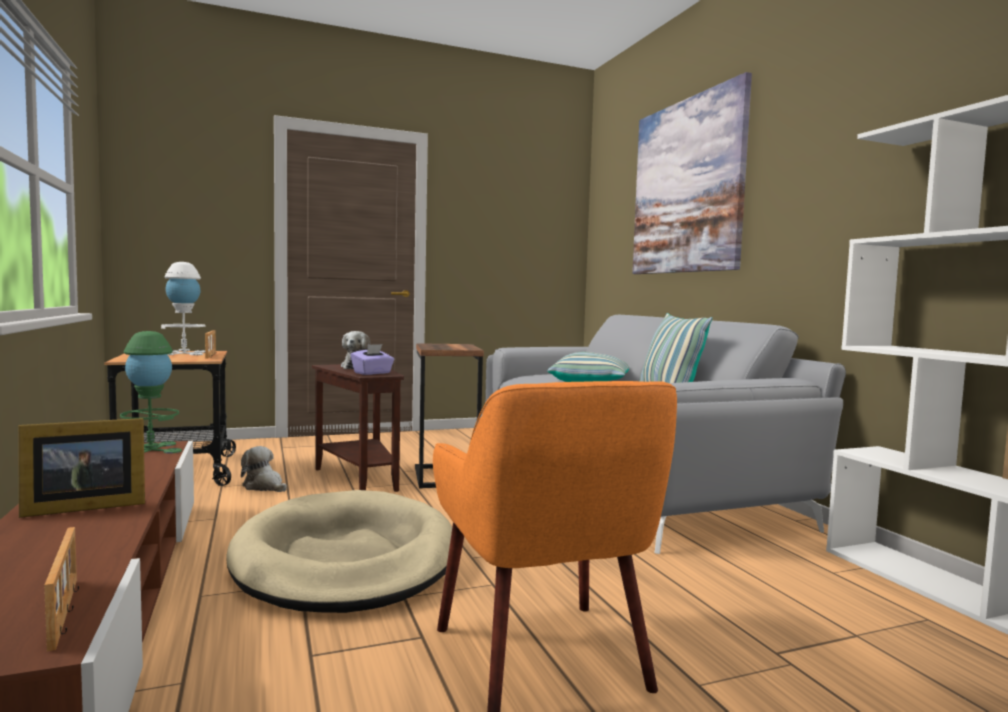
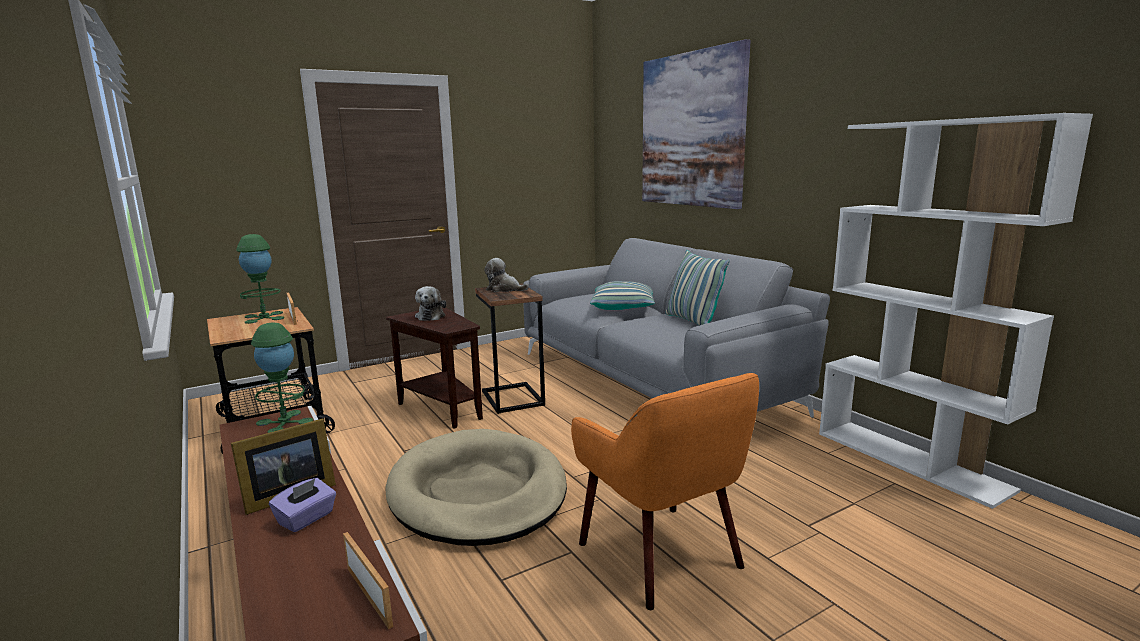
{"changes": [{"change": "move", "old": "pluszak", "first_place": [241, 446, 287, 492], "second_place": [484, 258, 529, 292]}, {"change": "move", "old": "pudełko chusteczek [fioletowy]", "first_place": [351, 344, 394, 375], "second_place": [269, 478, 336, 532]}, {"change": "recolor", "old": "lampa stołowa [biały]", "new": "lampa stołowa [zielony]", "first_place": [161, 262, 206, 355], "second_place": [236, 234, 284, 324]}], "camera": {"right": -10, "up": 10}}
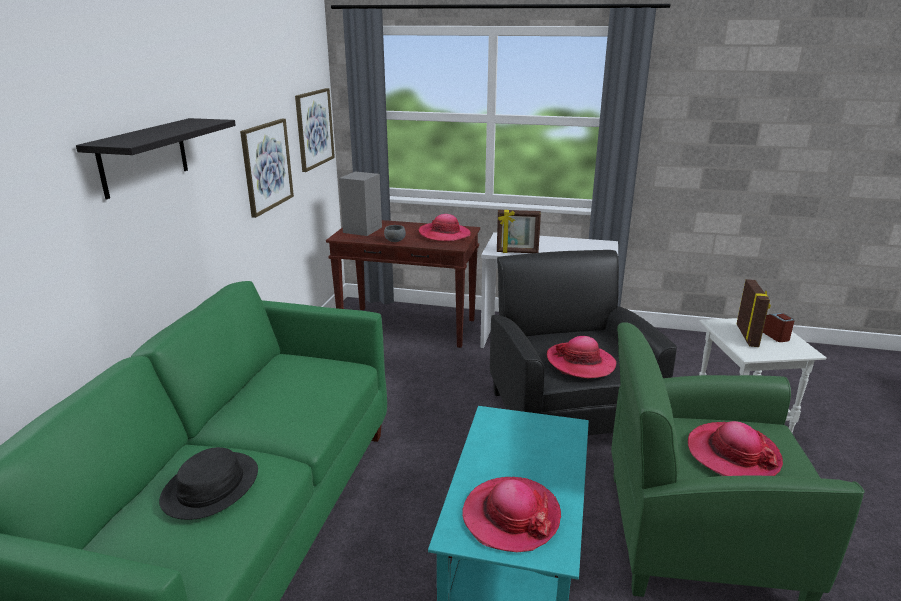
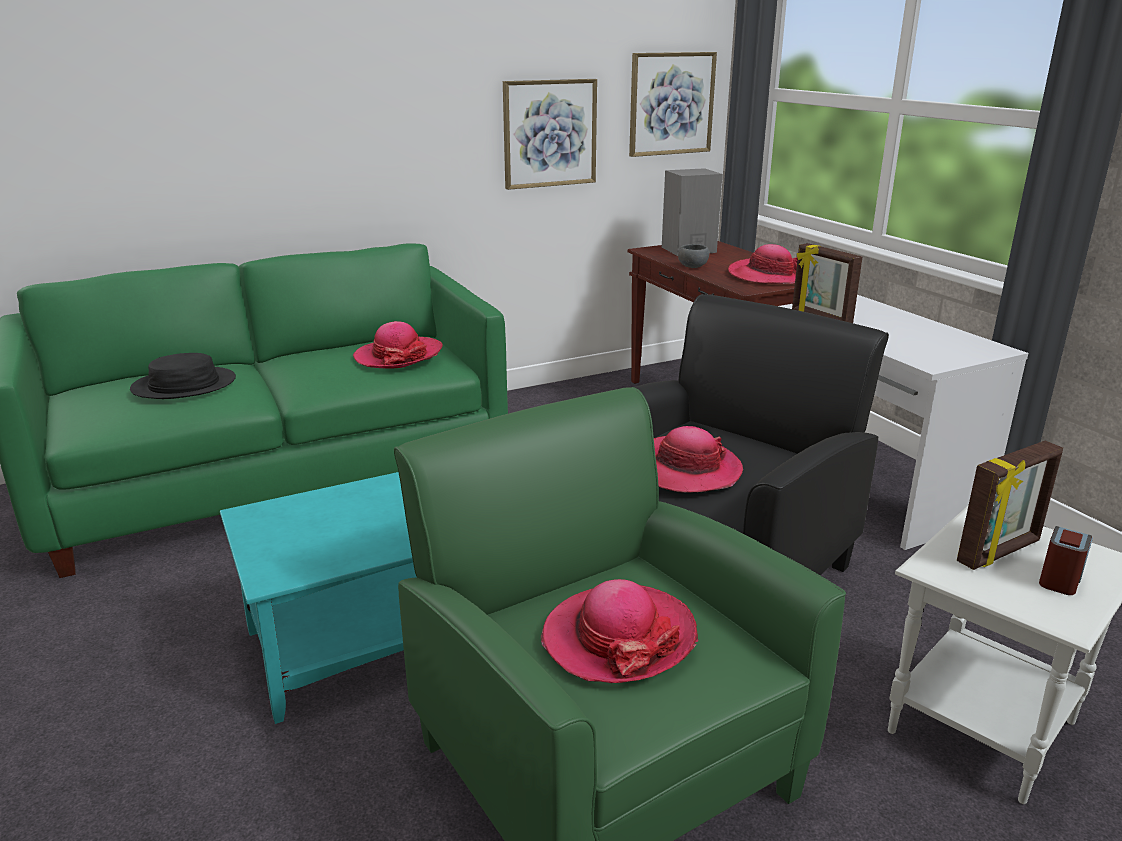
{"changes": [{"change": "delete", "old": "półka [czarny]", "first_place": [76, 118, 236, 199]}, {"change": "move", "old": "kapelusz", "first_place": [462, 477, 561, 552], "second_place": [353, 321, 443, 369]}], "camera": {"right": 50, "up": 0}}
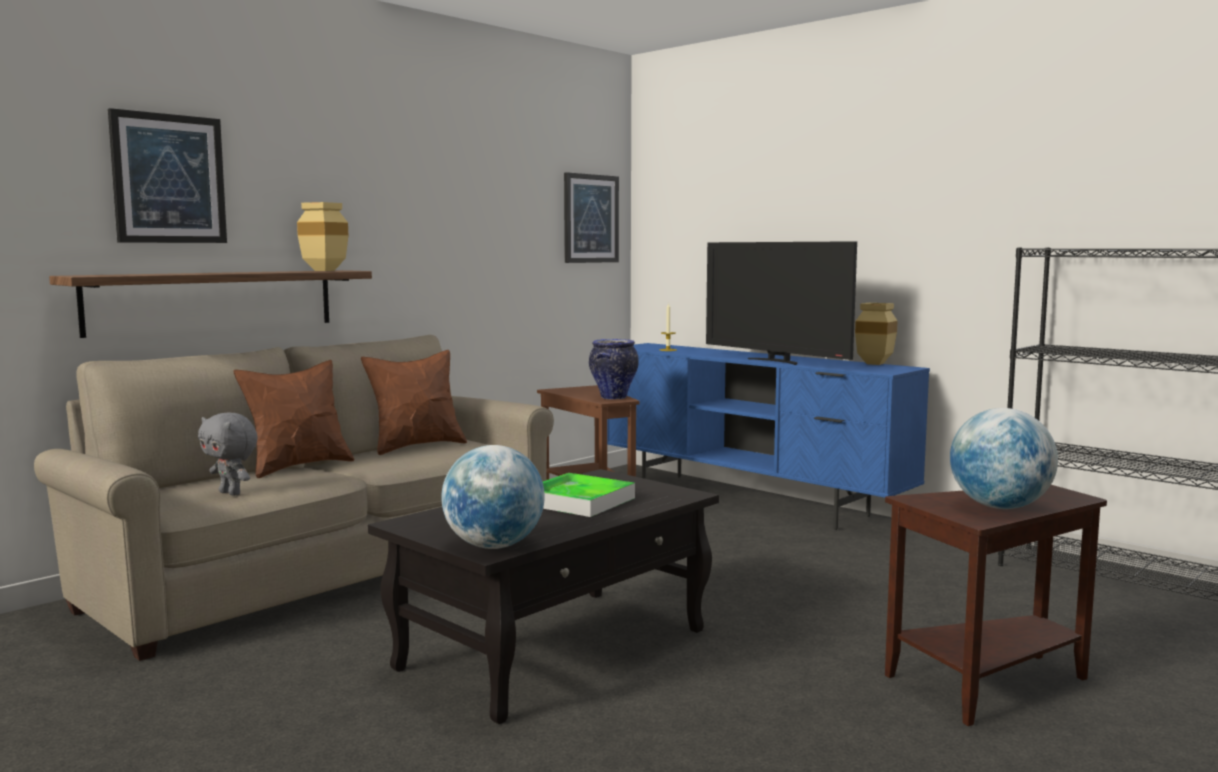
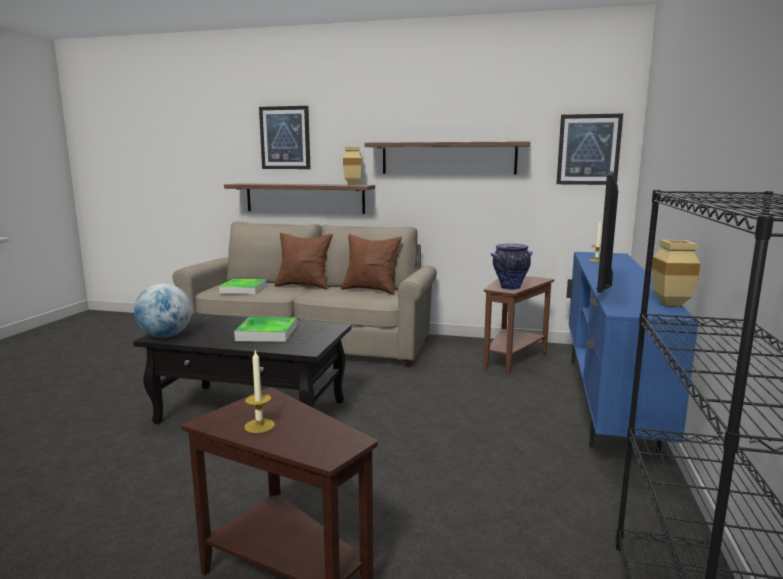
{"changes": [{"change": "insert", "new": "półka", "second_place": [364, 141, 530, 174]}, {"change": "replace", "old": "pluszak [szary]", "new": "taca", "first_place": [198, 412, 258, 496], "second_place": [219, 279, 267, 294]}, {"change": "replace", "old": "globus", "new": "świeca", "first_place": [950, 408, 1058, 509], "second_place": [244, 349, 275, 433]}], "camera": {"right": 60, "up": 5}}
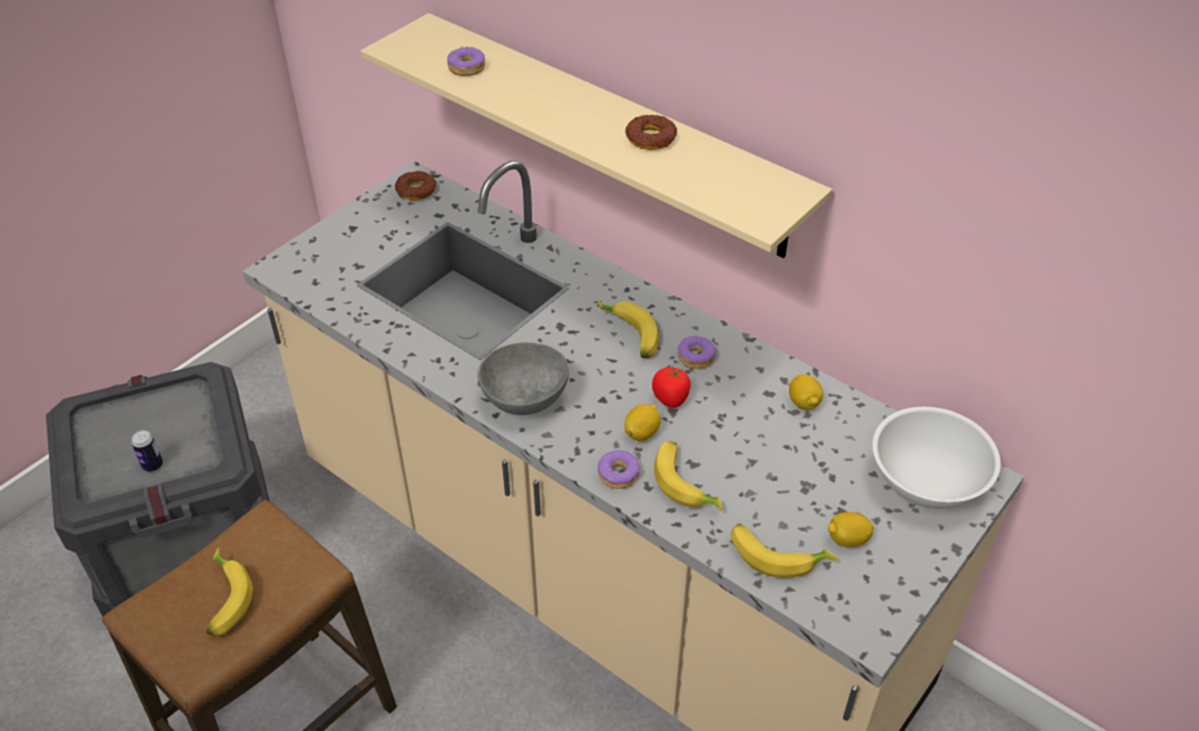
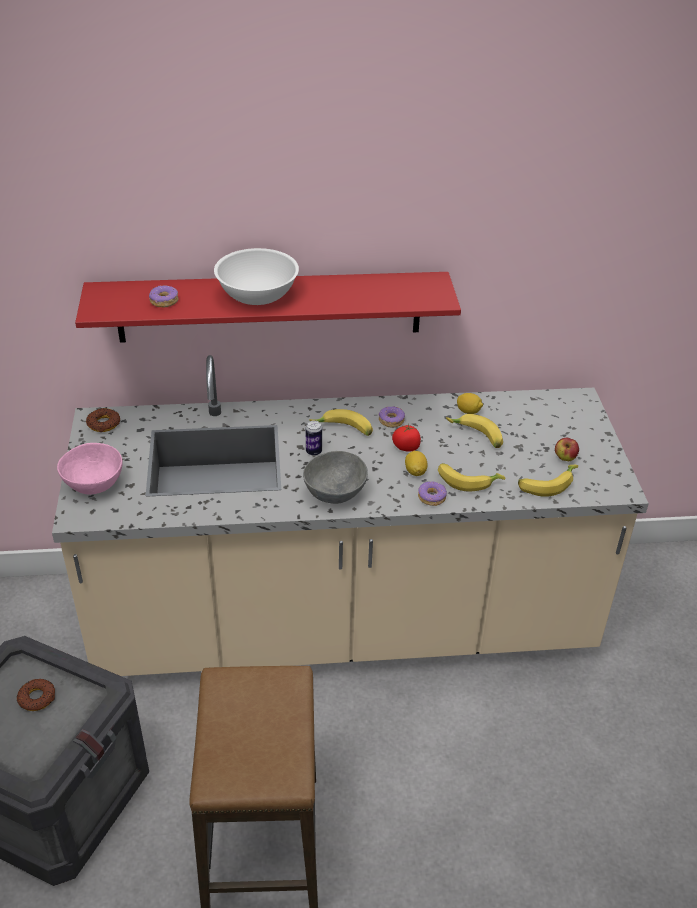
{"changes": [{"change": "insert", "new": "miska [różowy]", "second_place": [57, 443, 123, 495]}, {"change": "move", "old": "puszka", "first_place": [131, 430, 163, 472], "second_place": [306, 420, 322, 456]}, {"change": "move", "old": "banan", "first_place": [206, 548, 253, 636], "second_place": [446, 414, 503, 448]}, {"change": "move", "old": "donut", "first_place": [625, 115, 677, 150], "second_place": [17, 679, 55, 711]}, {"change": "move", "old": "miska [biały]", "first_place": [873, 407, 1001, 509], "second_place": [214, 248, 299, 305]}, {"change": "replace", "old": "cytryna", "new": "jabłko", "first_place": [828, 512, 874, 547], "second_place": [555, 438, 579, 461]}, {"change": "recolor", "old": "półka [beżowy]", "new": "półka [czerwony]", "first_place": [361, 13, 832, 258], "second_place": [75, 272, 461, 343]}], "camera": {"right": -45, "up": -5}}
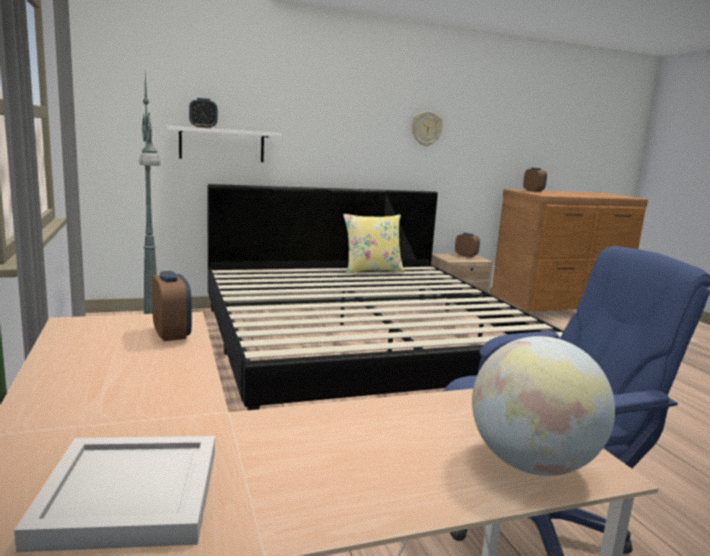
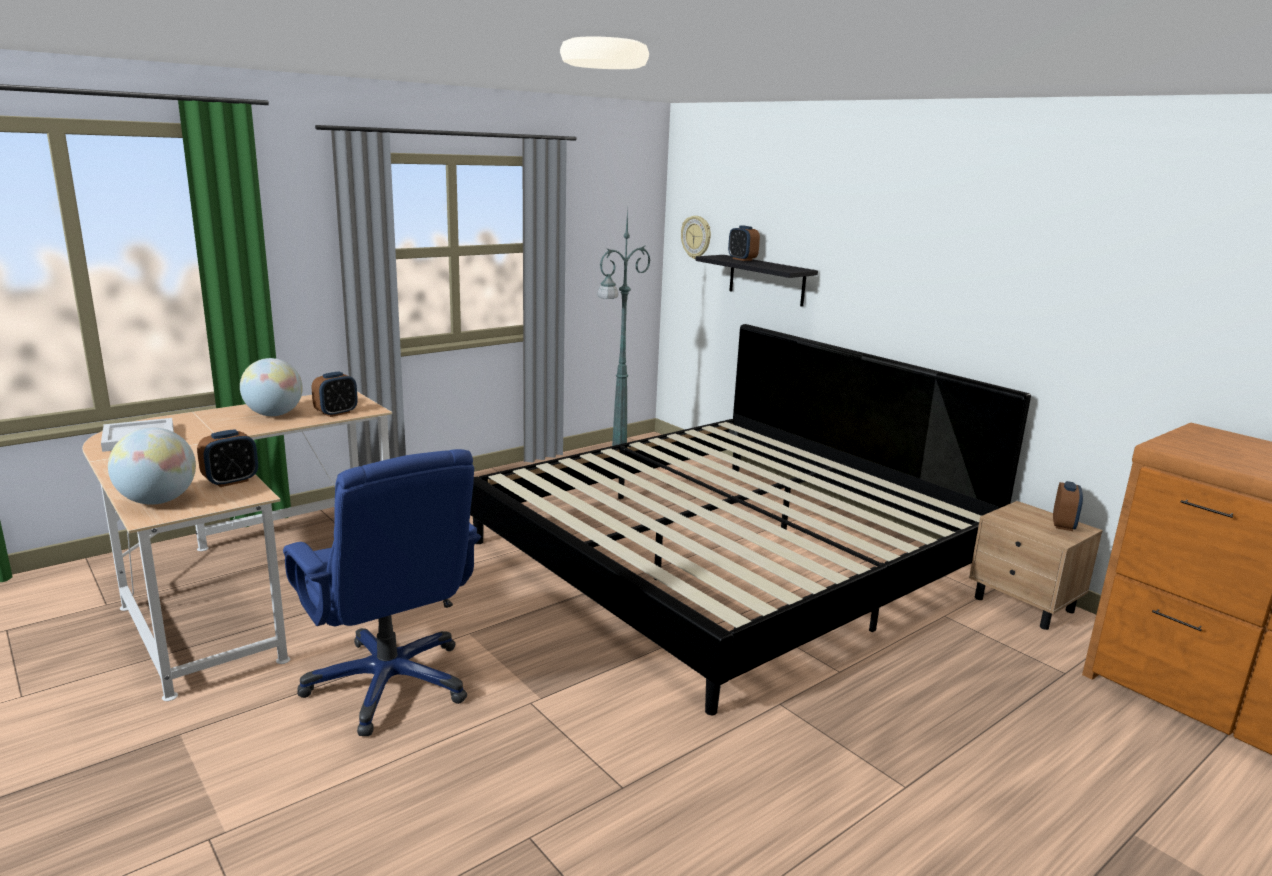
{"changes": [{"change": "delete", "old": "poduszka [żółty]", "first_place": [343, 214, 404, 273]}, {"change": "insert", "new": "globus", "second_place": [240, 358, 303, 416]}, {"change": "move", "old": "zegar ścienny", "first_place": [412, 111, 443, 146], "second_place": [681, 216, 711, 259]}, {"change": "move", "old": "budzik", "first_place": [523, 168, 547, 192], "second_place": [197, 429, 258, 487]}, {"change": "recolor", "old": "półka [biały]", "new": "półka [czarny]", "first_place": [166, 126, 282, 162], "second_place": [695, 255, 818, 307]}], "camera": {"right": 70, "up": 5}}
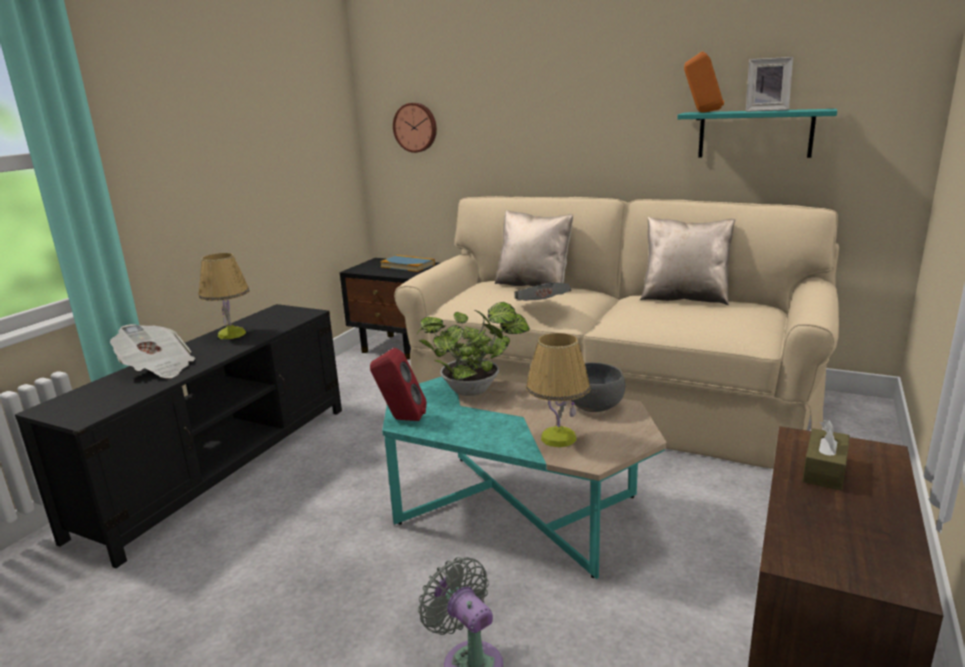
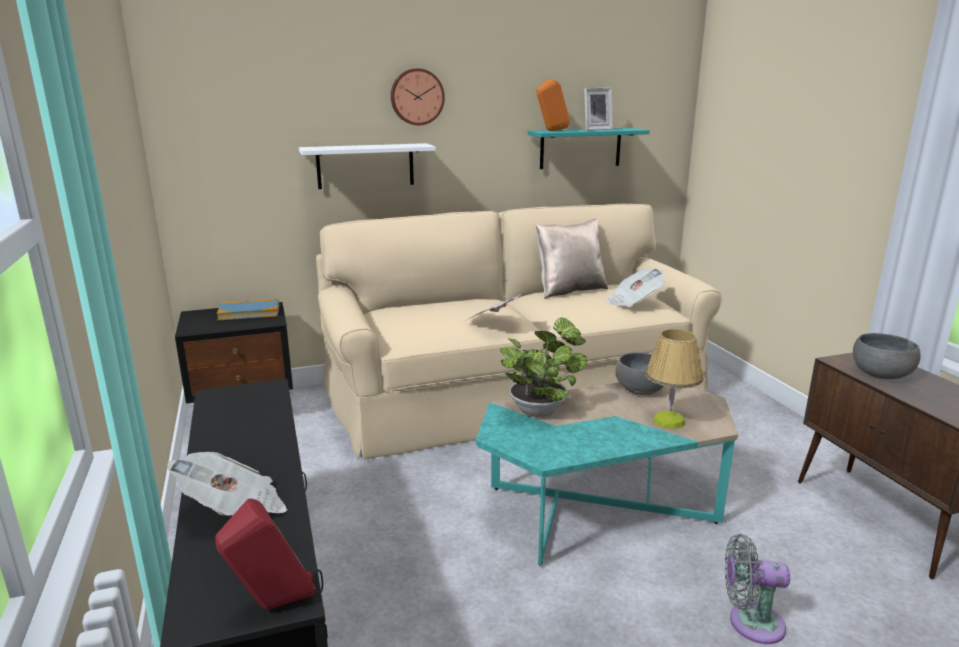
{"changes": [{"change": "delete", "old": "lampa stołowa", "first_place": [199, 253, 250, 339]}, {"change": "delete", "old": "poduszka [beżowy]", "first_place": [495, 210, 573, 286]}, {"change": "insert", "new": "półka [biały]", "second_place": [299, 143, 436, 189]}, {"change": "insert", "new": "gazeta", "second_place": [606, 268, 665, 307]}, {"change": "move", "old": "głośnik [czerwony]", "first_place": [370, 348, 427, 421], "second_place": [215, 498, 316, 610]}, {"change": "move", "old": "zegar ścienny", "first_place": [393, 103, 437, 153], "second_place": [391, 68, 445, 125]}, {"change": "replace", "old": "pudełko chusteczek [brązowy]", "new": "miska [szary]", "first_place": [802, 419, 850, 490], "second_place": [853, 333, 920, 379]}], "camera": {"right": -45, "up": 0}}
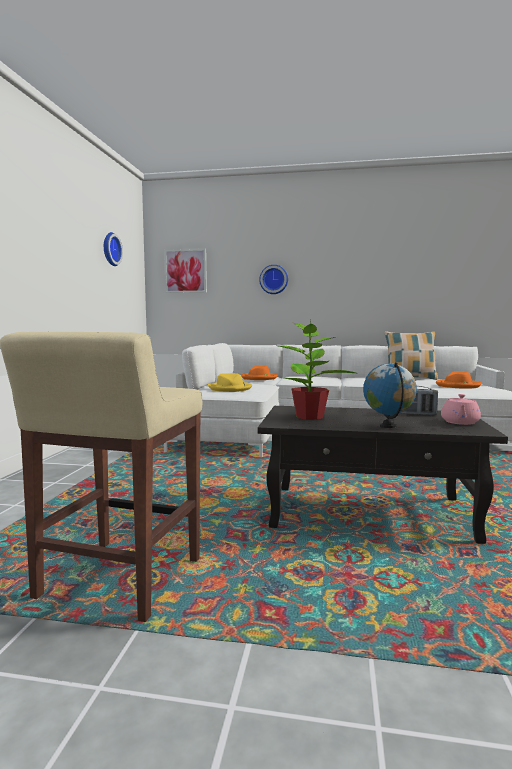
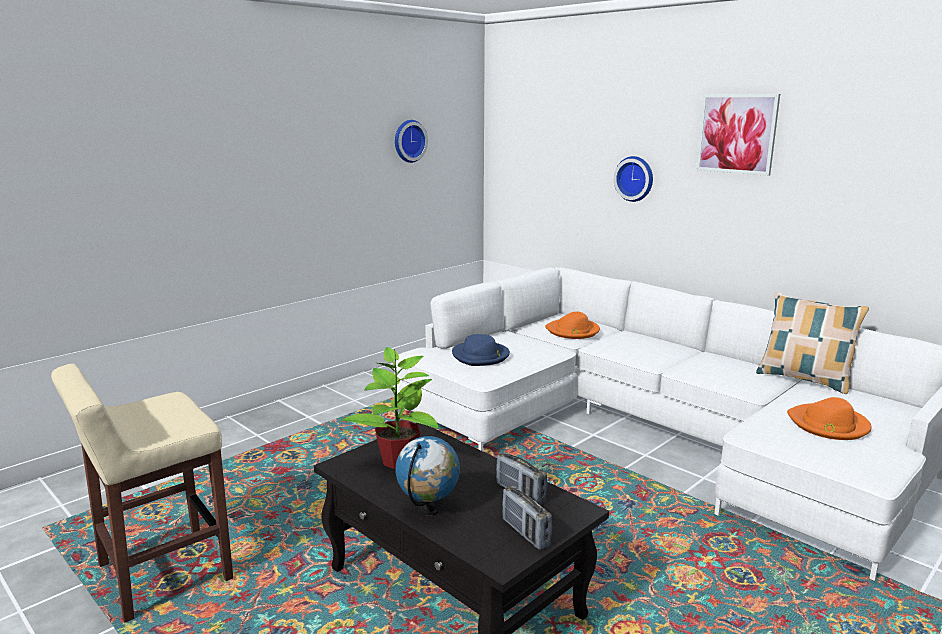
{"changes": [{"change": "move", "old": "obraz", "first_place": [164, 249, 207, 293], "second_place": [696, 94, 780, 176]}, {"change": "replace", "old": "imbryk [różowy]", "new": "radio", "first_place": [441, 394, 481, 425], "second_place": [502, 486, 552, 550]}, {"change": "recolor", "old": "kapelusz [żółty]", "new": "kapelusz [niebieski]", "first_place": [208, 373, 252, 392], "second_place": [452, 334, 510, 366]}], "camera": {"right": 35, "up": 10}}
